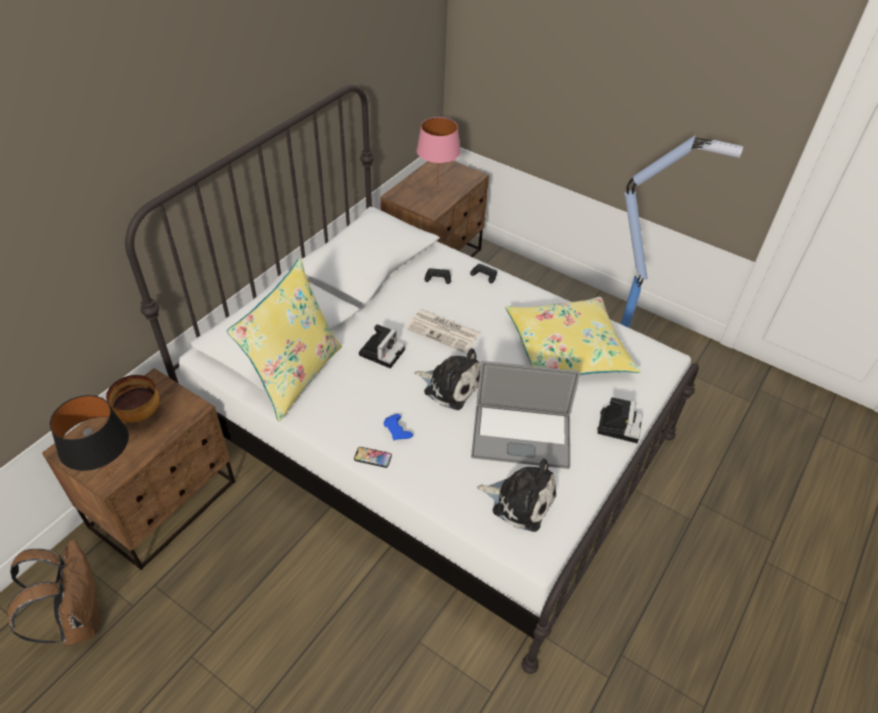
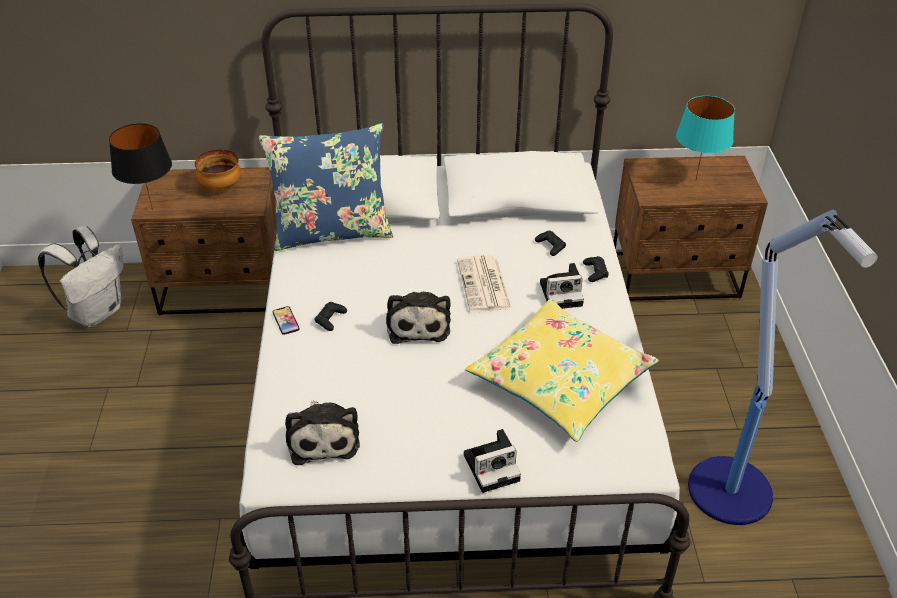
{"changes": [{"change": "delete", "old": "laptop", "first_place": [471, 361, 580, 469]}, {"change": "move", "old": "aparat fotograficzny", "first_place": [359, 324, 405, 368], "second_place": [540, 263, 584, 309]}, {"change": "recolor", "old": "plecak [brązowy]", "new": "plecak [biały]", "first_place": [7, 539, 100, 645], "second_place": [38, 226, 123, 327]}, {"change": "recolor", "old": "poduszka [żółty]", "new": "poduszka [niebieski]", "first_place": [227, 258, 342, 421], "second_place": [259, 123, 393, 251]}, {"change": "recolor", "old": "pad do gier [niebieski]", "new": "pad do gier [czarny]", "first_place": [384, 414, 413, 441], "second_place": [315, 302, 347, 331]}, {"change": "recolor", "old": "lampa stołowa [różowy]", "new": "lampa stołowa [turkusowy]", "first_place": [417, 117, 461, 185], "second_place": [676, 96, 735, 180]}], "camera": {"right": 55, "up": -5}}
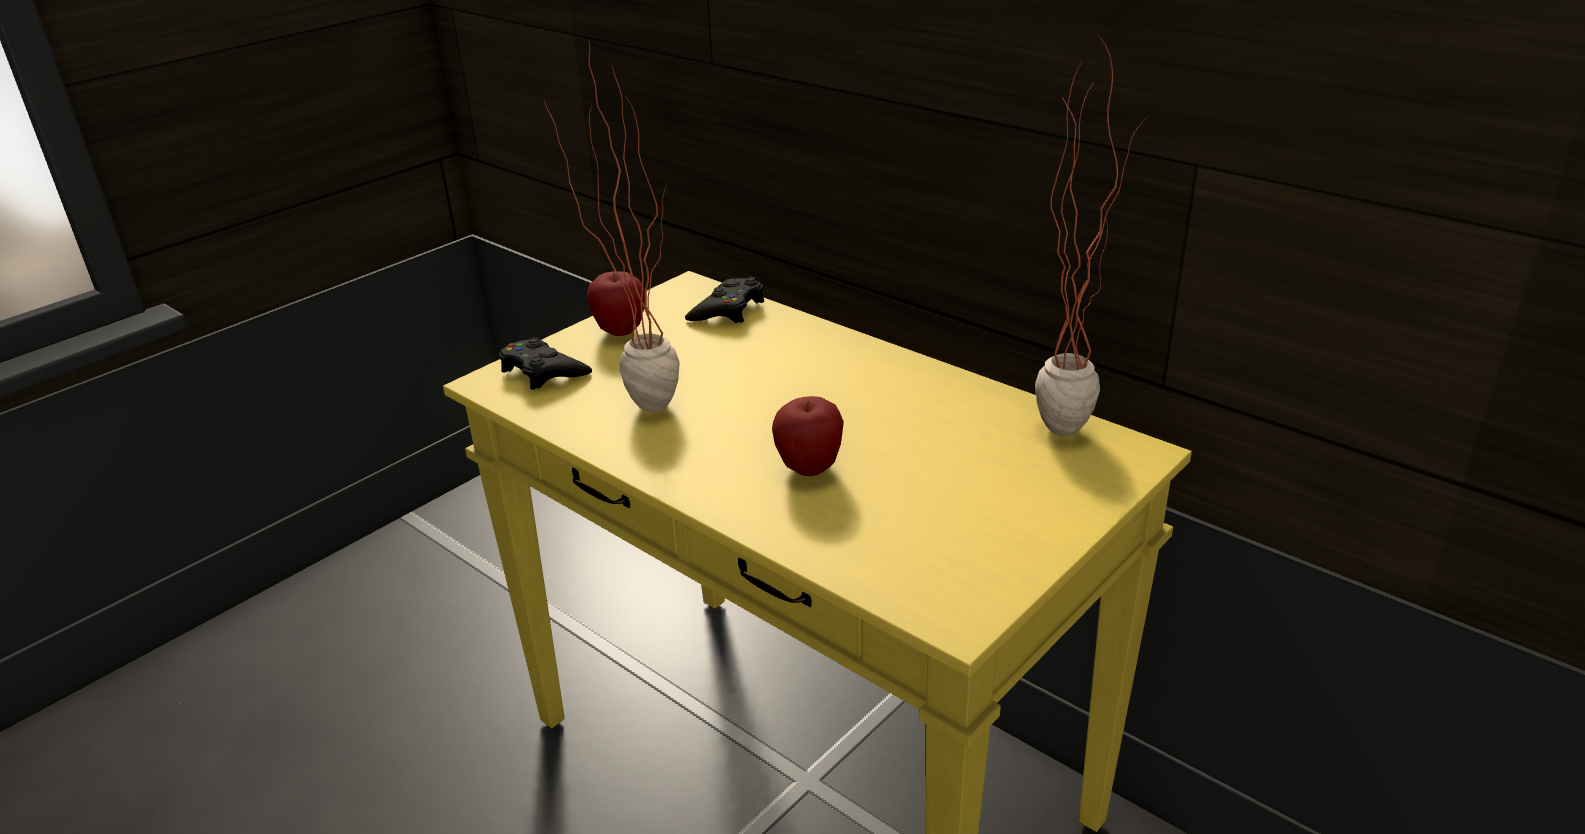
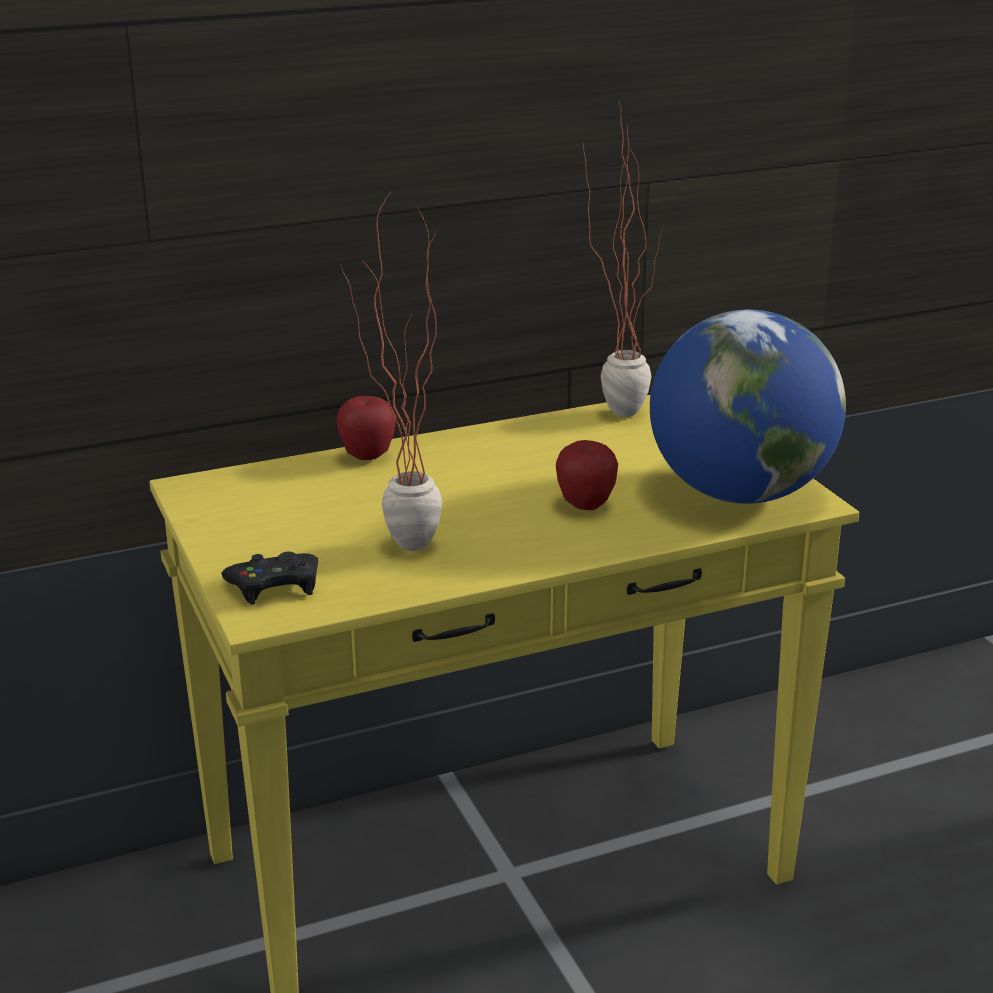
{"changes": [{"change": "delete", "old": "pad do gier [czarny]", "first_place": [685, 277, 764, 323]}, {"change": "insert", "new": "globus", "second_place": [650, 310, 846, 504]}, {"change": "move", "old": "jabłko", "first_place": [587, 271, 645, 336], "second_place": [336, 396, 396, 460]}], "camera": {"right": -65, "up": -5}}
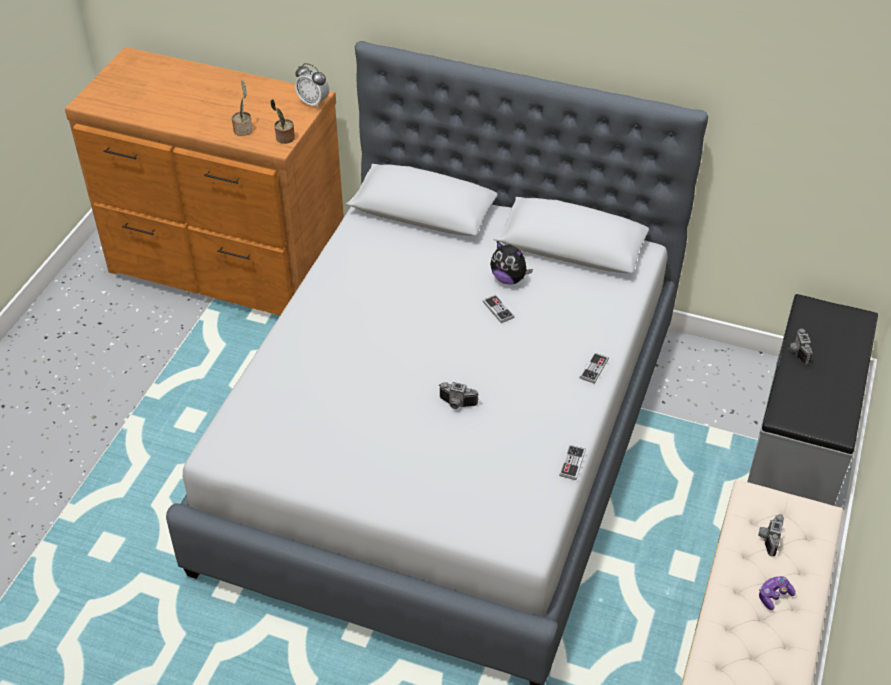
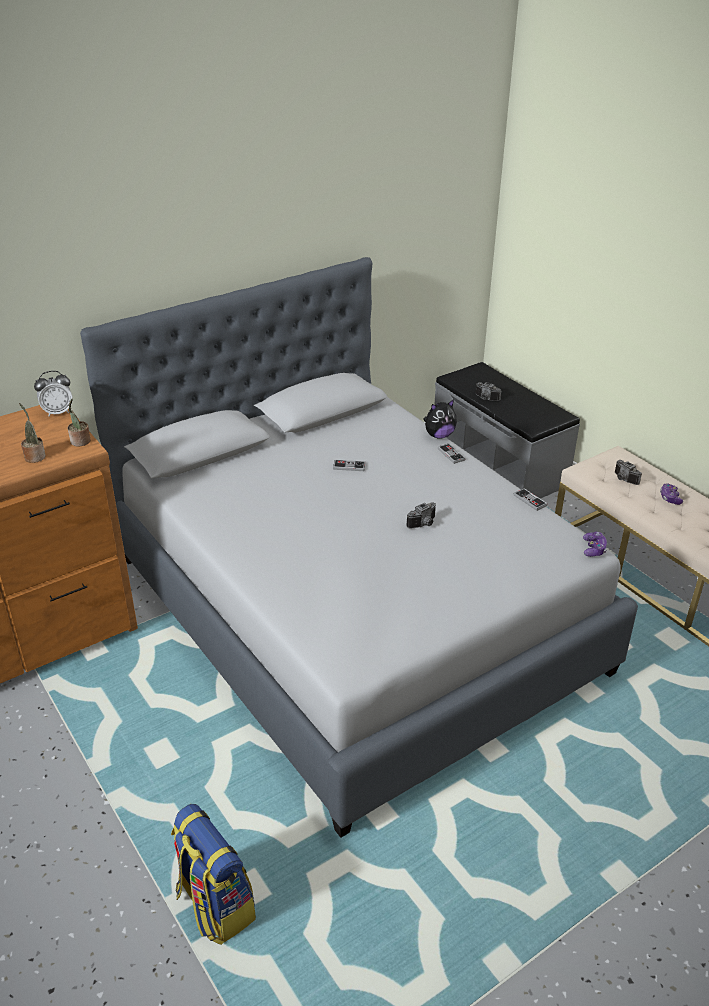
{"changes": [{"change": "insert", "new": "plecak", "second_place": [171, 804, 256, 945]}, {"change": "insert", "new": "pad do gier", "second_place": [583, 532, 607, 557]}, {"change": "move", "old": "pluszak", "first_place": [490, 241, 533, 284], "second_place": [423, 399, 457, 439]}], "camera": {"right": -55, "up": -10}}
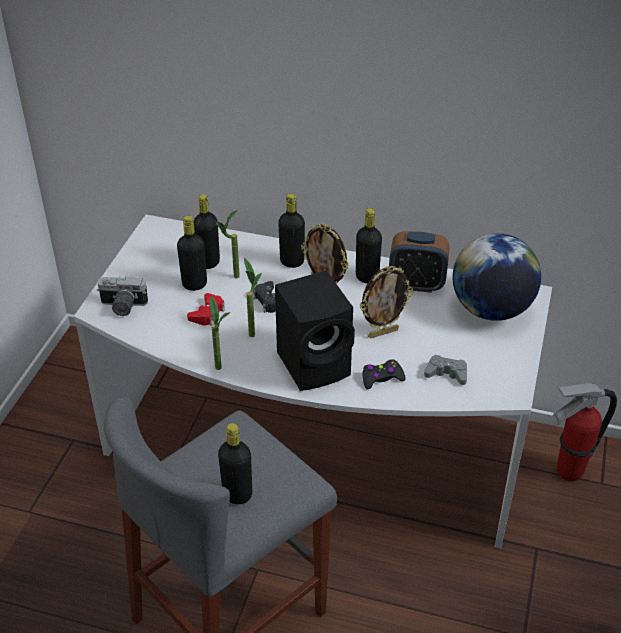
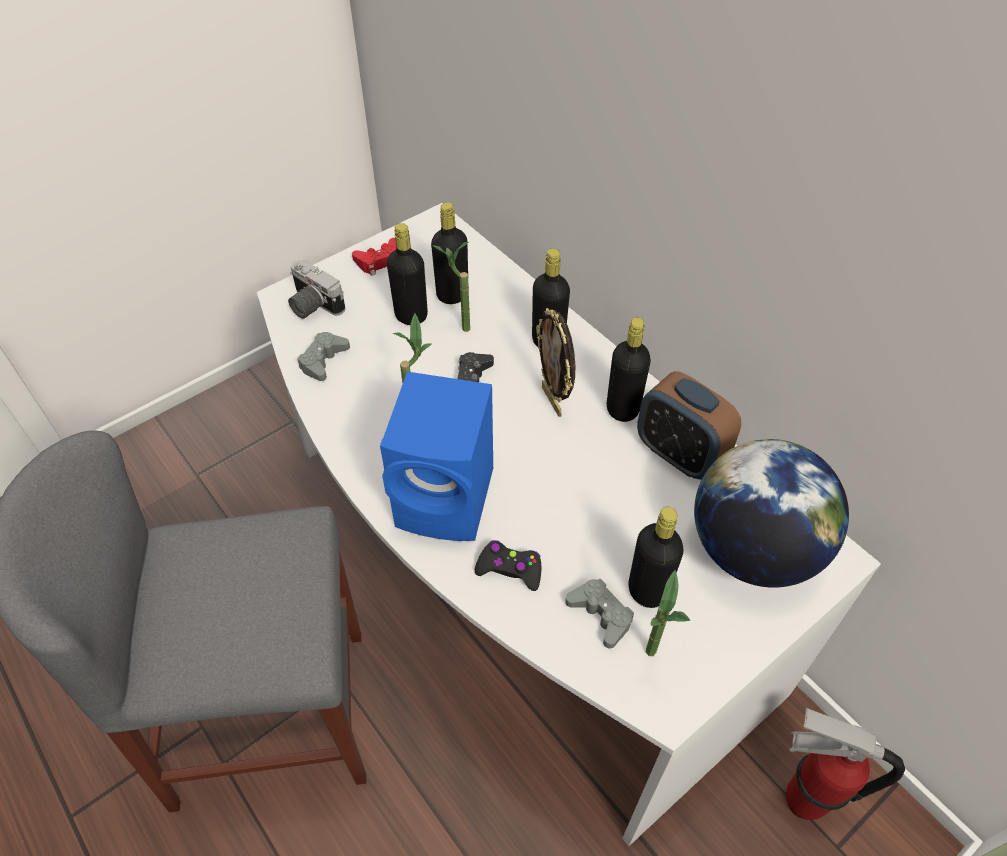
{"changes": [{"change": "delete", "old": "ramka na zdjęcie", "first_place": [359, 266, 413, 338]}, {"change": "insert", "new": "pad do gier [szary]", "second_place": [297, 332, 350, 381]}, {"change": "move", "old": "pad do gier [czerwony]", "first_place": [187, 293, 225, 325], "second_place": [352, 238, 396, 276]}, {"change": "move", "old": "roślina doniczkowa", "first_place": [210, 296, 230, 370], "second_place": [646, 570, 690, 656]}, {"change": "move", "old": "butelka [czarny]", "first_place": [218, 423, 252, 504], "second_place": [628, 507, 684, 608]}, {"change": "recolor", "old": "głośnik [czarny]", "new": "głośnik [niebieski]", "first_place": [275, 270, 355, 391], "second_place": [380, 372, 493, 541]}], "camera": {"right": 35, "up": 10}}
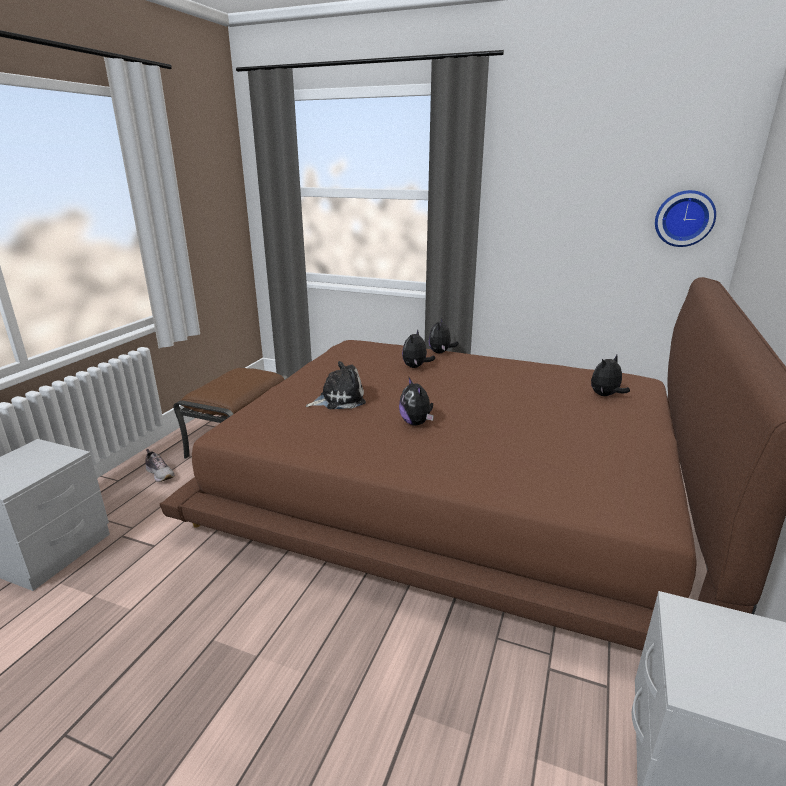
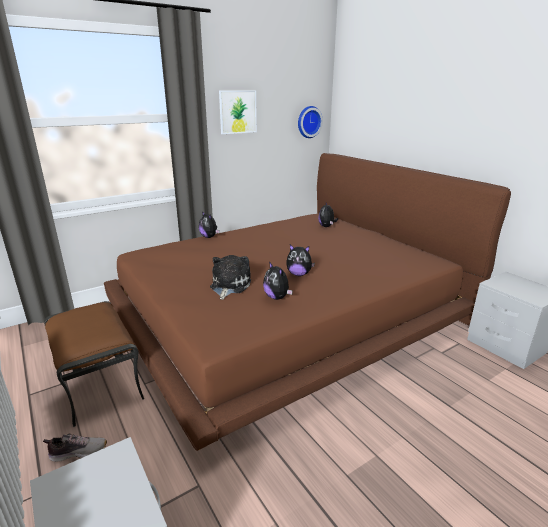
{"changes": [{"change": "insert", "new": "obraz", "second_place": [219, 90, 257, 134]}, {"change": "move", "old": "pluszak", "first_place": [402, 329, 435, 368], "second_place": [263, 262, 293, 300]}], "camera": {"right": -55, "up": 0}}
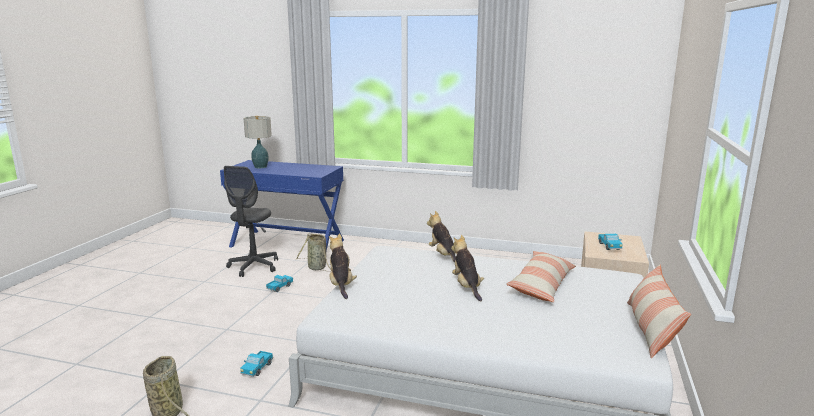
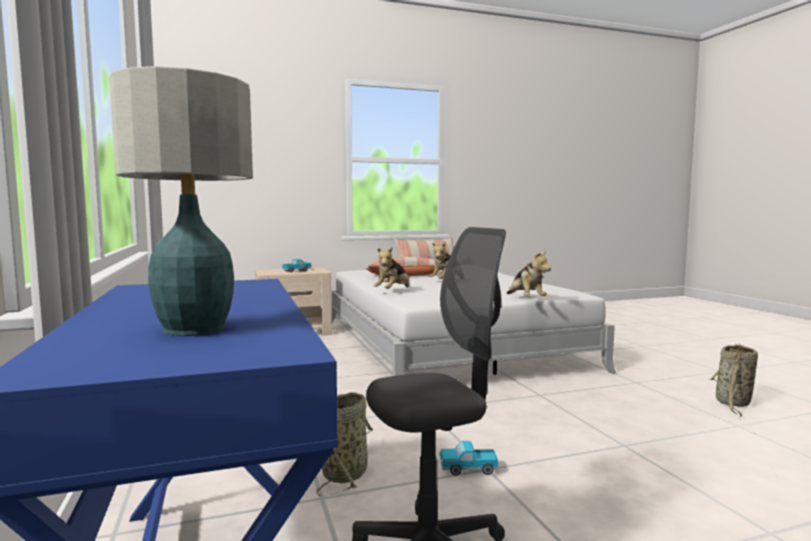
{"changes": [{"change": "delete", "old": "ciężarówka zabawkowa", "first_place": [240, 351, 273, 377]}, {"change": "rotate", "old": "pluszak", "first_place": [329, 234, 357, 299], "second_place": [507, 251, 551, 296], "degrees": -60}], "camera": {"right": -125, "up": -10}}
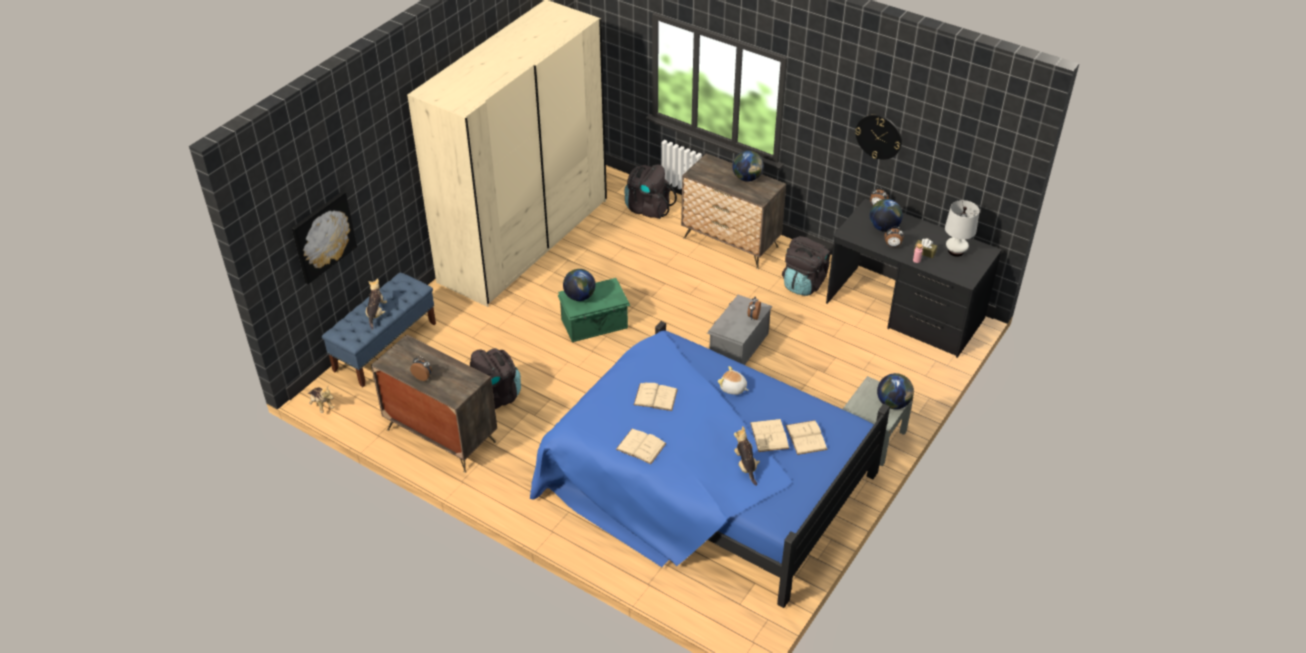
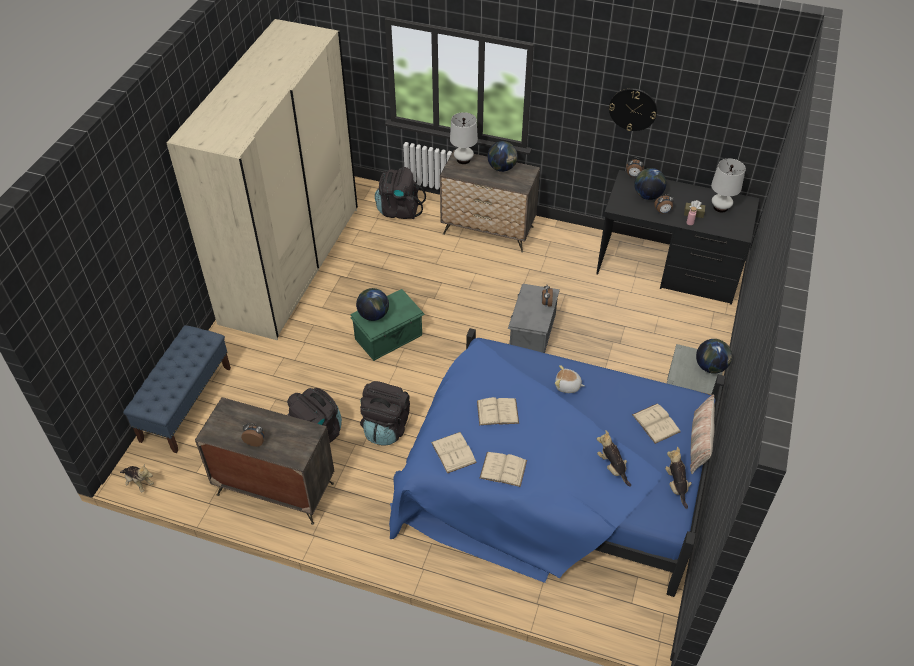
{"changes": [{"change": "delete", "old": "obraz", "first_place": [292, 191, 357, 284]}, {"change": "insert", "new": "lampa stołowa [biały]", "second_place": [450, 112, 478, 164]}, {"change": "insert", "new": "poduszka", "second_place": [690, 394, 715, 474]}, {"change": "move", "old": "pluszak", "first_place": [366, 278, 387, 330], "second_place": [665, 447, 692, 509]}, {"change": "move", "old": "książka [beżowy]", "first_place": [750, 419, 789, 452], "second_place": [431, 432, 477, 473]}, {"change": "move", "old": "plecak [czarny]", "first_place": [782, 236, 831, 296], "second_place": [360, 381, 410, 446]}], "camera": {"right": -15, "up": 5}}
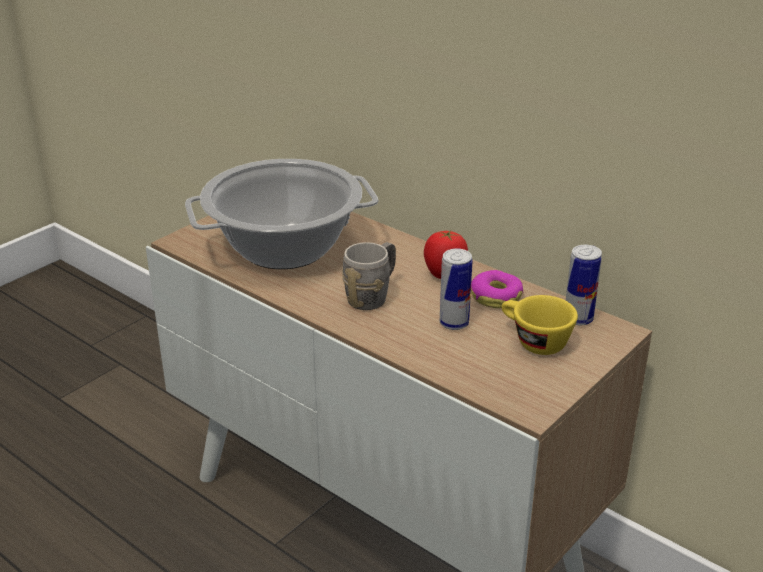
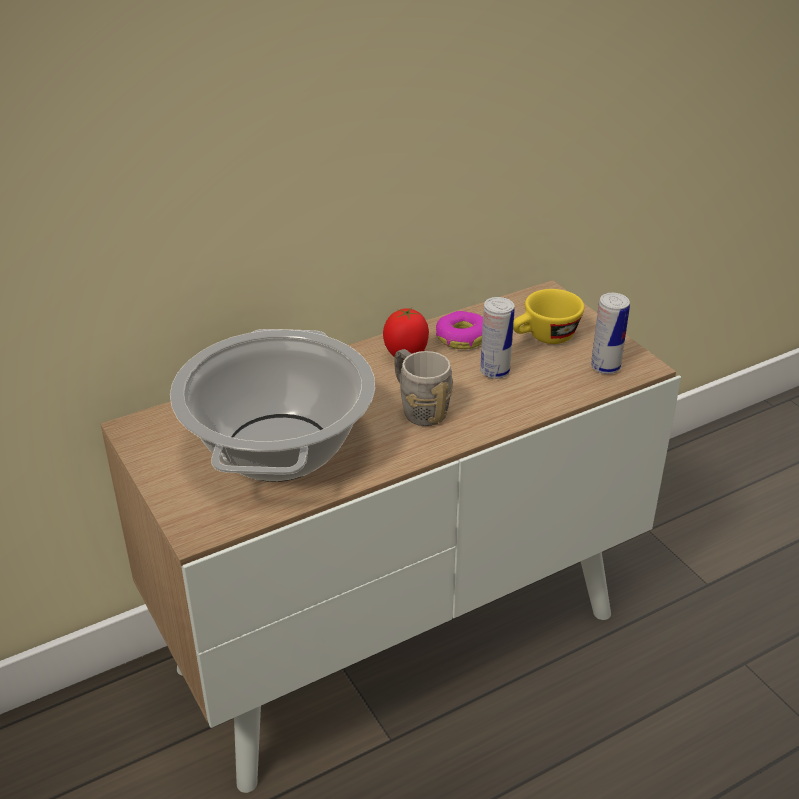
{"changes": [{"change": "move", "old": "puszka", "first_place": [566, 245, 602, 325], "second_place": [591, 293, 630, 374]}], "camera": {"right": -70, "up": 5}}
